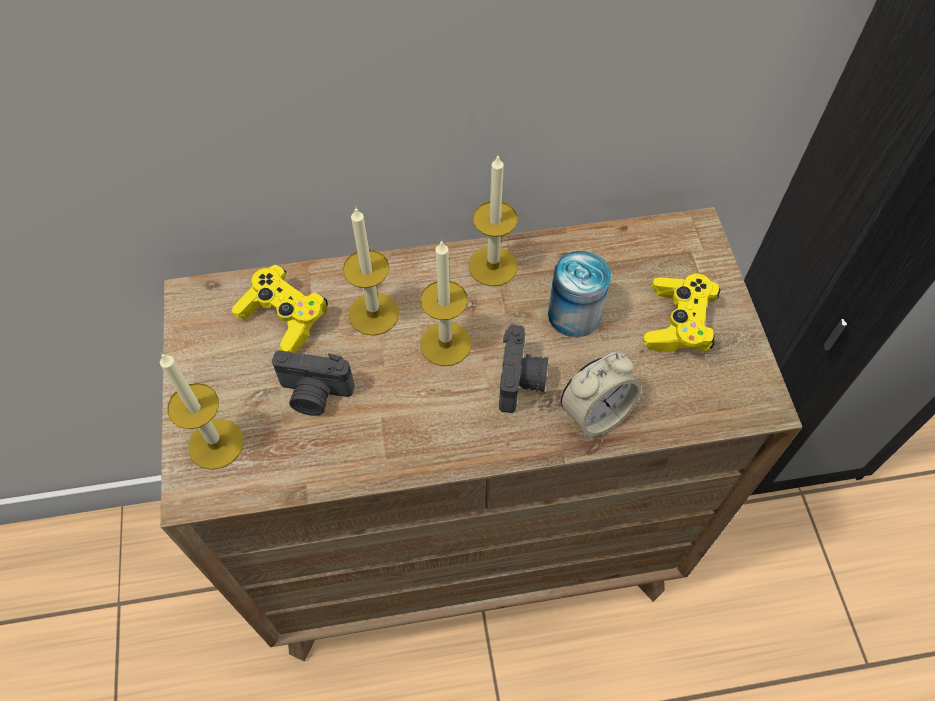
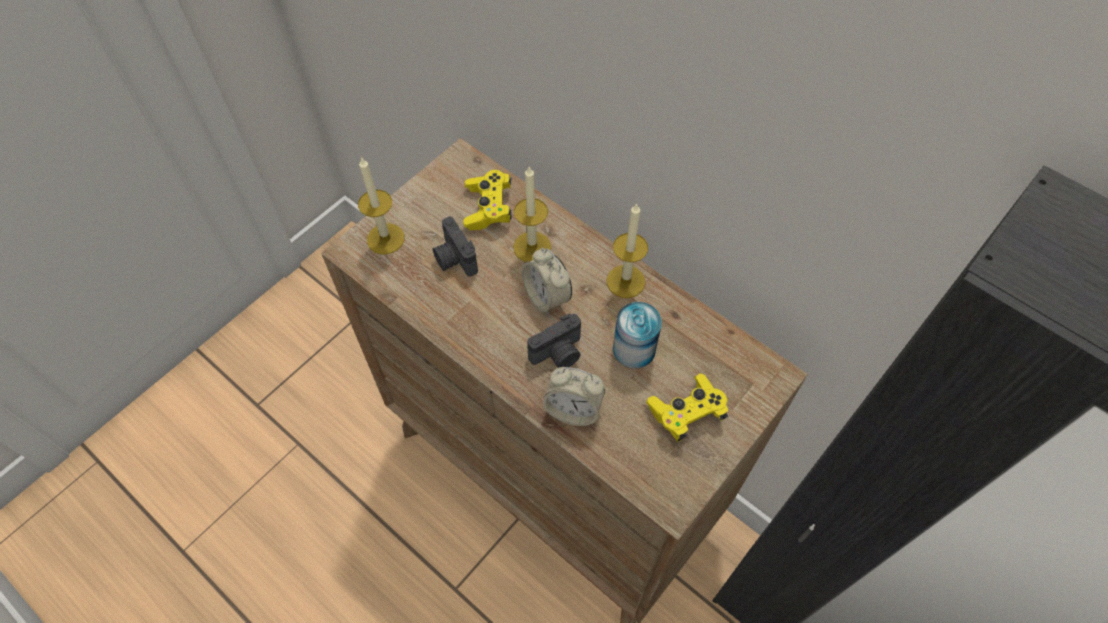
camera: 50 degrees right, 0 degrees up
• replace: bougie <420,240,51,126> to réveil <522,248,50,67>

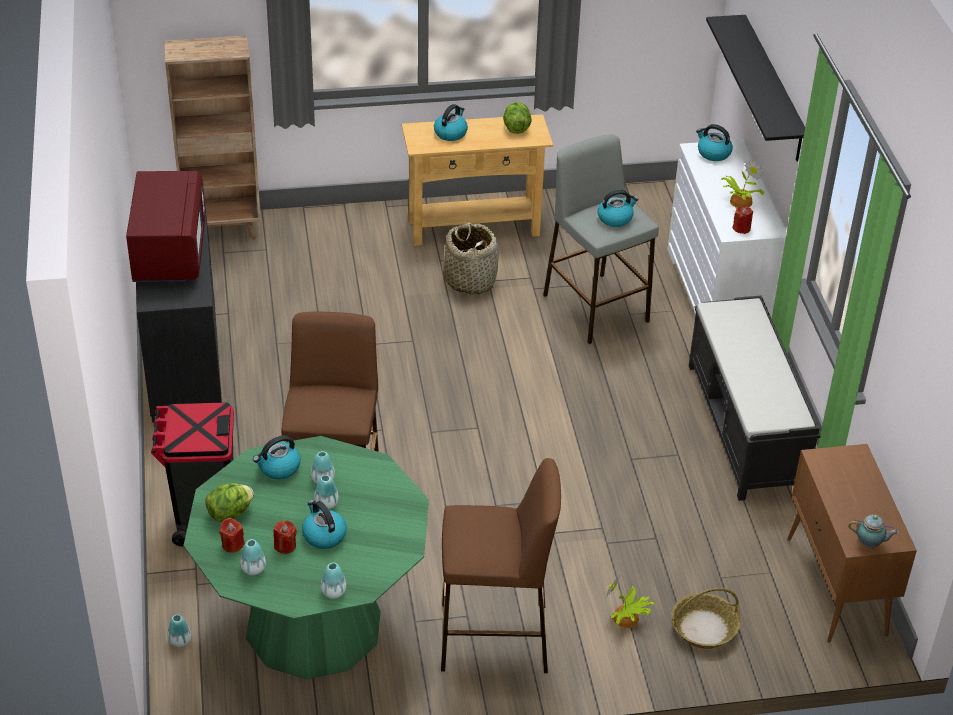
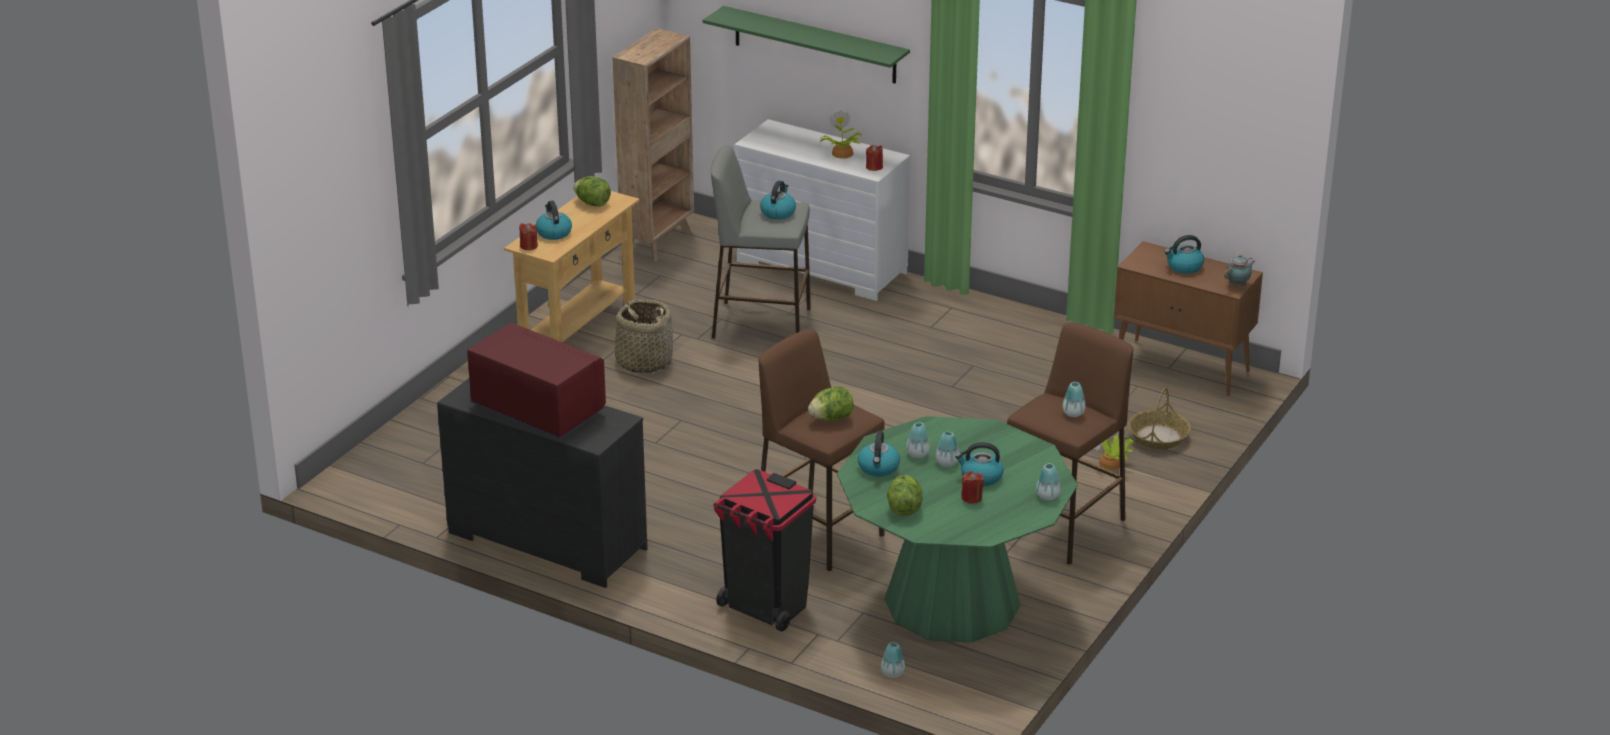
camera: 50 degrees left, 10 degrees down
• move: bibliothèque [marron] <164,36,97,204> to <612,28,82,233>
• move: bougie [rouge] <219,518,26,35> to <519,223,19,27>
• move: vase <240,539,26,36> to <1063,382,23,35>
• delete: banc [noir] <689,296,131,205>
• move: bouilloire <696,124,37,37> to <1164,235,40,39>
• recolor: étagère [noir] <706,15,99,146> to étagère [vert] <703,6,207,78>
• insert: laitue <808,386,46,35>

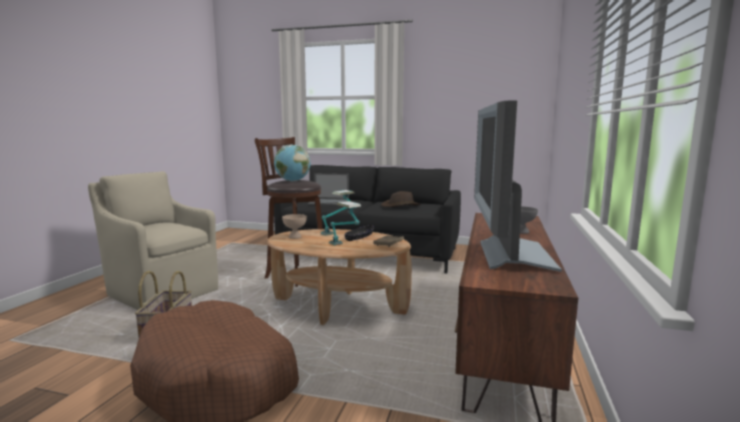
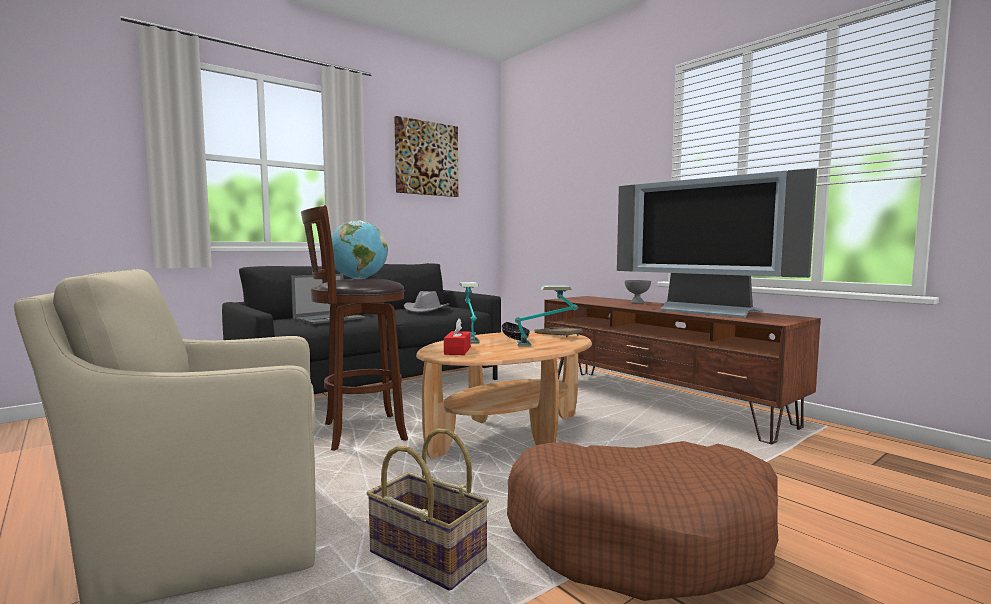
camera: 55 degrees left, 5 degrees down
• replace: bol [beige] <282,214,25,25> to boîte à mouchoirs [rouge] <444,319,27,36>
• recolor: chapeau [marron] <381,191,40,16> to chapeau [gris] <404,291,45,21>
• insert: tableau <394,116,64,81>

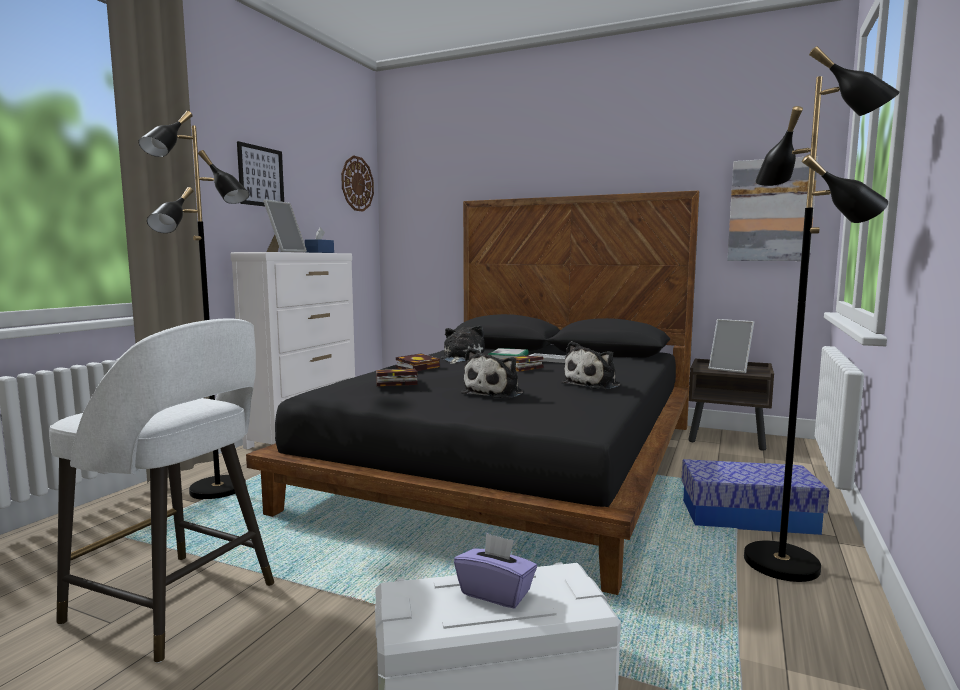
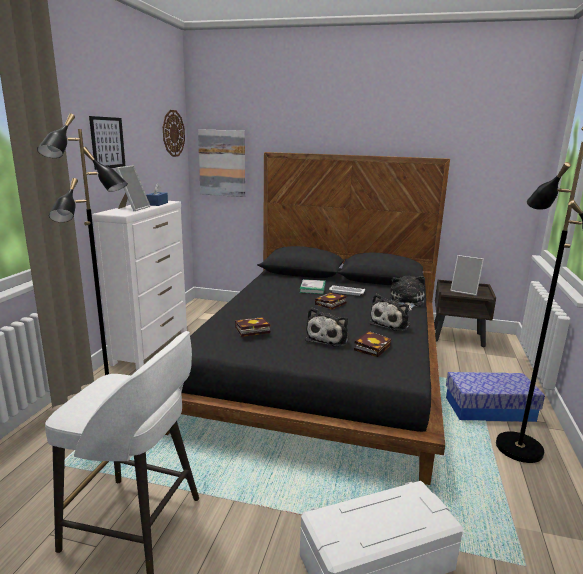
camera: 10 degrees left, 10 degrees up
• move: livre <396,353,44,18> to <354,331,37,26>
• move: peluche <441,325,44,39> to <390,276,35,35>
• delete: boîte à mouchoirs [violet] <454,533,83,75>
• move: tableau <727,156,91,105> to <198,129,47,68>

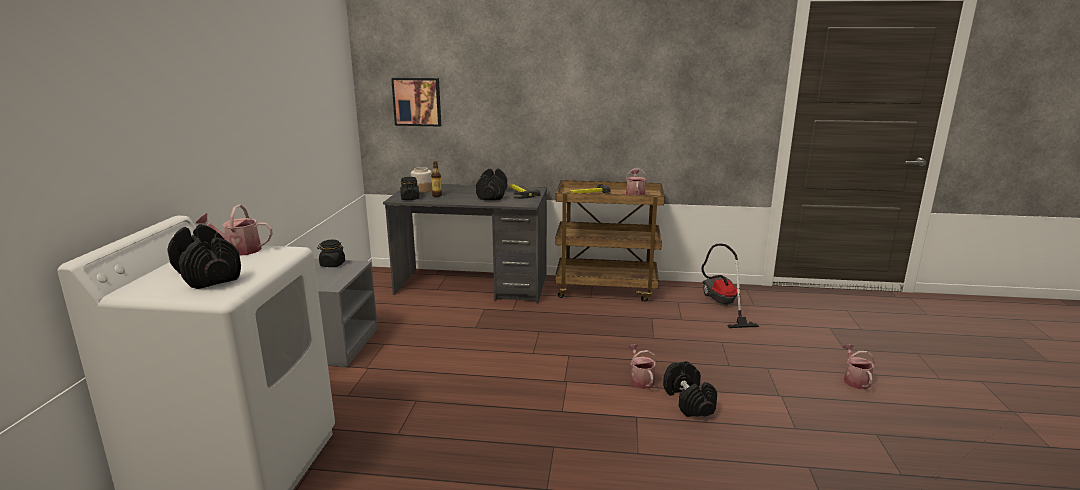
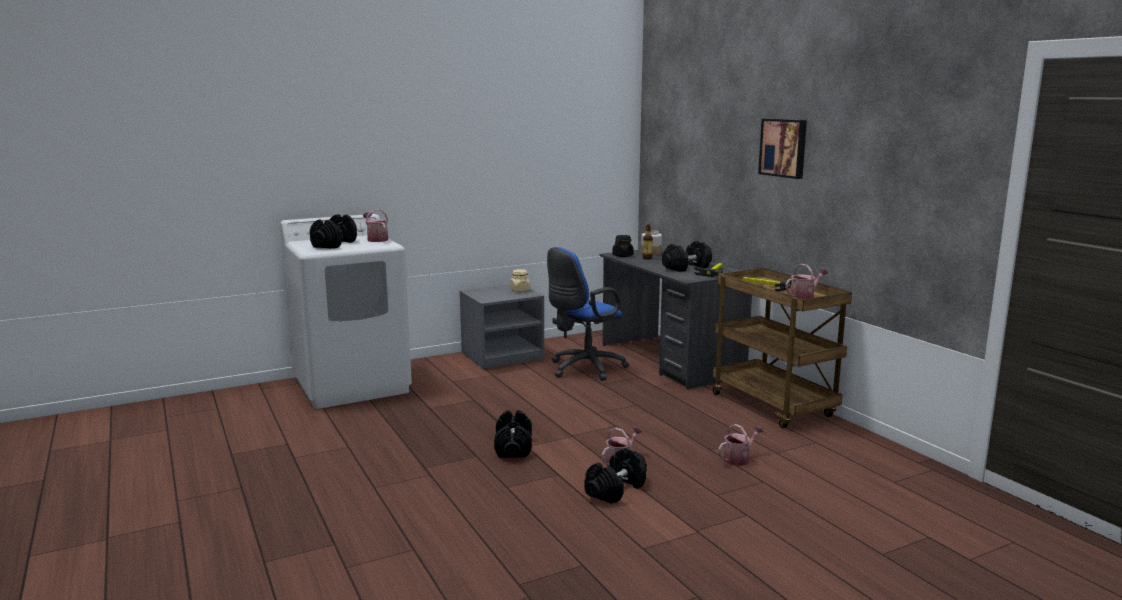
camera: 55 degrees right, 5 degrees down
• recolor: bocal [noir] <317,240,28,27> to bocal [beige] <510,269,20,23>
• move: tableau <391,78,50,48> to <758,119,49,60>
• delete: aspirateur <701,244,58,84>
• move: arrosoir <843,344,32,45> to <718,424,46,42>
• insert: haltère [noir] <494,410,38,48>
• insert: chaise de bureau [bleu] <547,247,82,134>

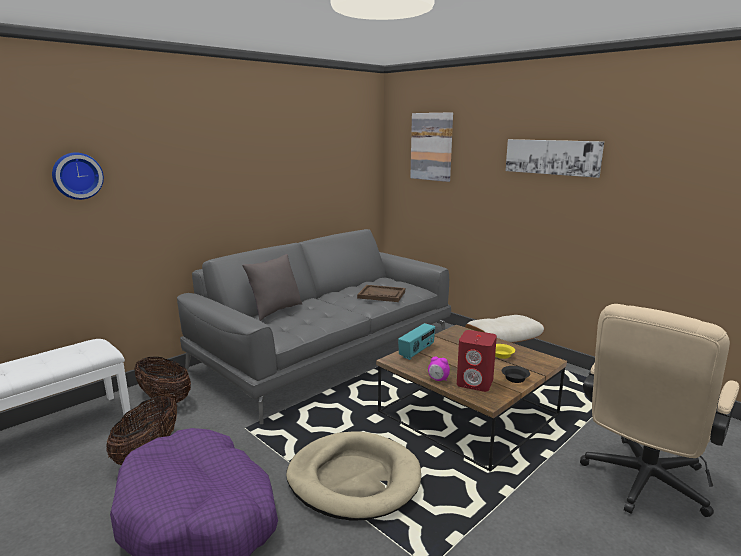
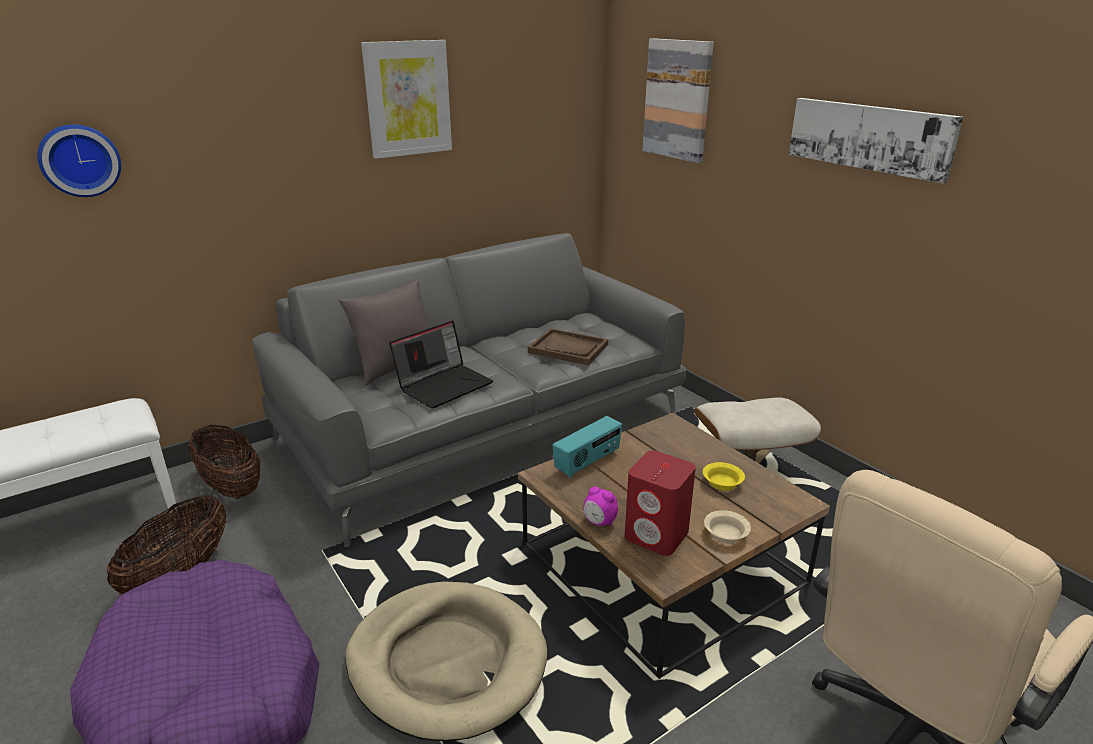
camera: 10 degrees right, 10 degrees up
• recolor: bol [noir] <502,366,28,17> to bol [beige] <704,510,47,34>
• insert: tableau <361,40,91,119>
• insert: ordinateur portable <389,320,104,89>

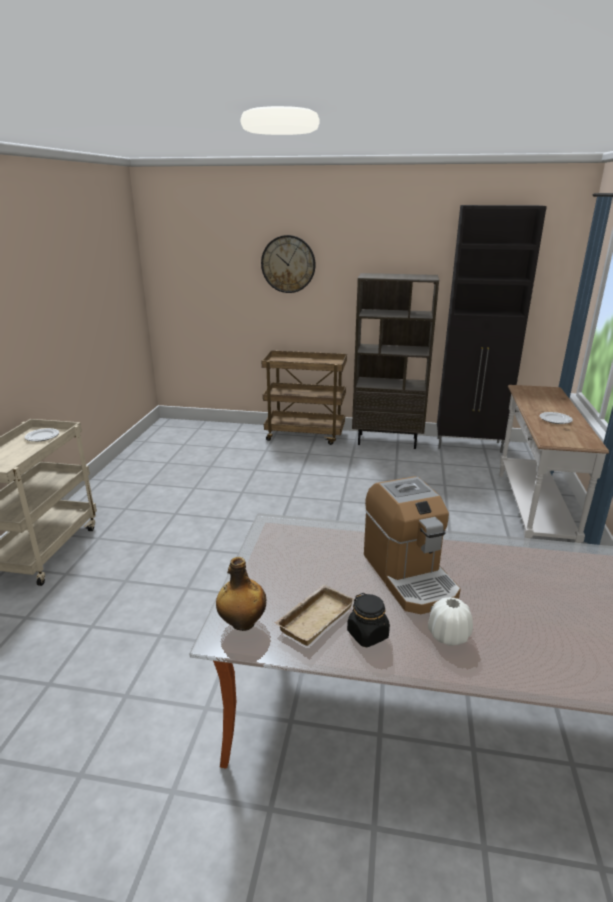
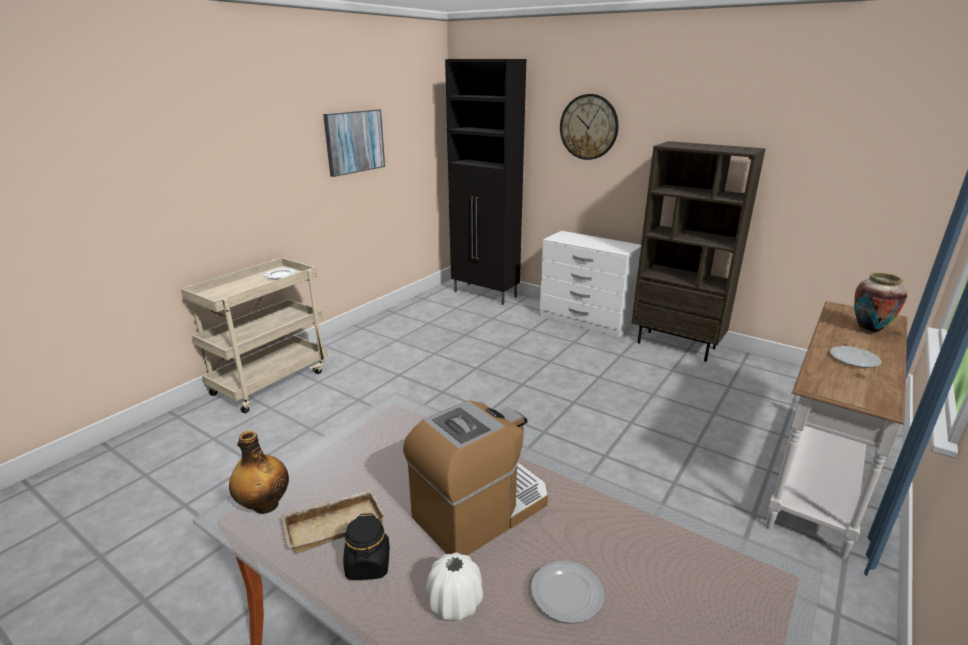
camera: 25 degrees right, 0 degrees up
• replace: chariot [marron] <262,350,85,95> to commode [blanc] <540,231,101,107>
• rotate: machine à café <364,477,97,137> = <403,400,145,155> 135 degrees counterclockwise
• move: meuble de rangement [noir] <437,205,110,248> to <445,59,81,246>
• insert: tableau <323,109,62,68>
• insert: assiette <531,561,73,62>
• insert: vase <854,272,53,62>

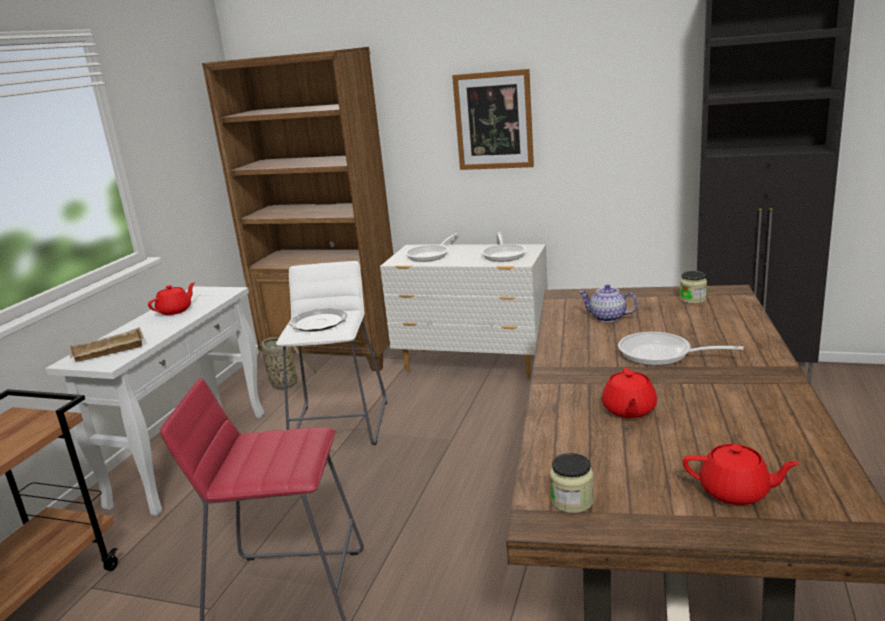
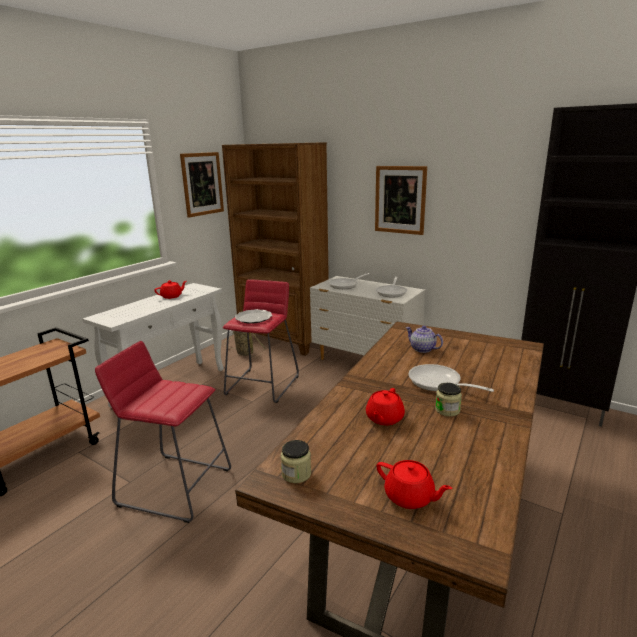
camera: 15 degrees right, 0 degrees up
• delete: plateau [beige] <69,327,75,35>
• recolor: tabouret [blanc] <276,261,111,184> to tabouret [rouge] <223,279,76,124>
• move: bocal <680,271,27,33> to <435,383,27,33>
• insert: tableau <180,152,44,66>

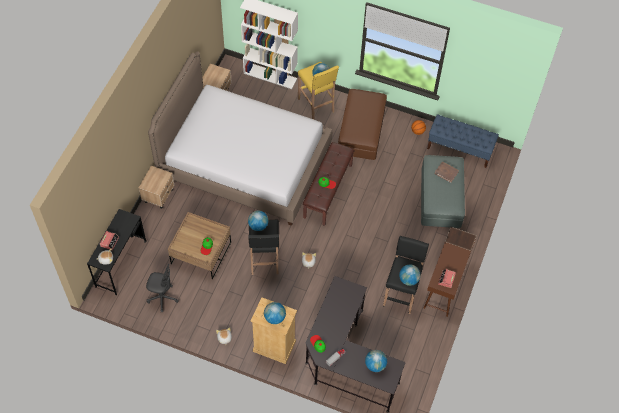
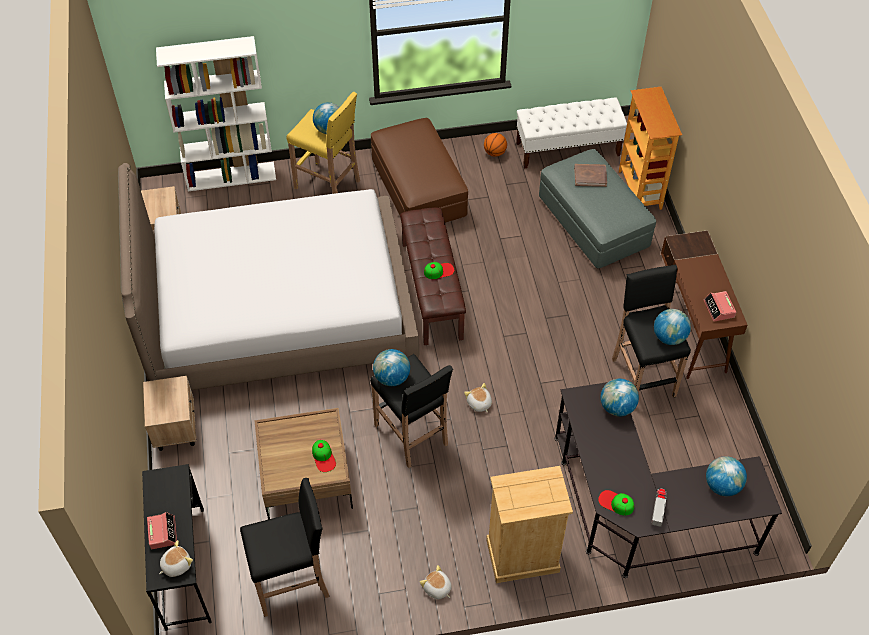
camera: 30 degrees left, 5 degrees down
• replace: chaise de bureau [gris] <146,264,33,48> to tabouret [noir] <240,478,90,139>
• move: globe <264,302,22,22> to <601,379,38,37>
• recolor: banc [bleu] <427,114,72,54> to banc [blanc] <516,97,111,72>
• insert: bibliothèque <619,87,63,123>

